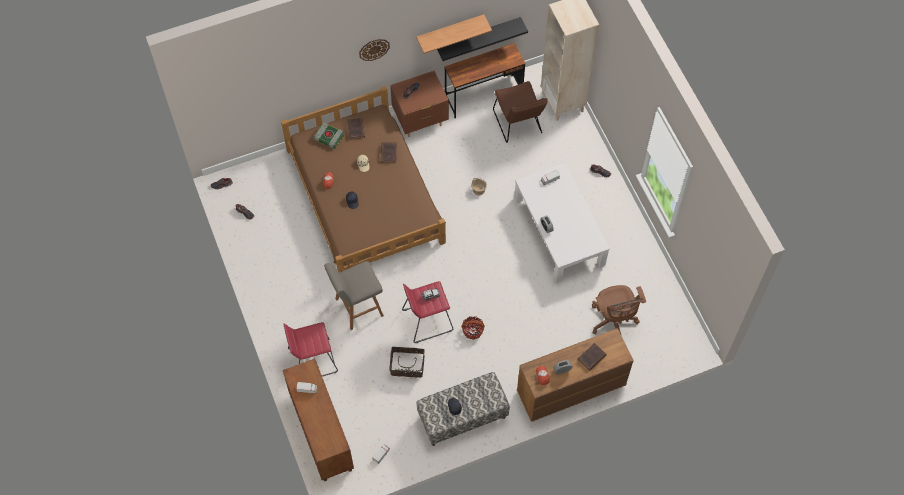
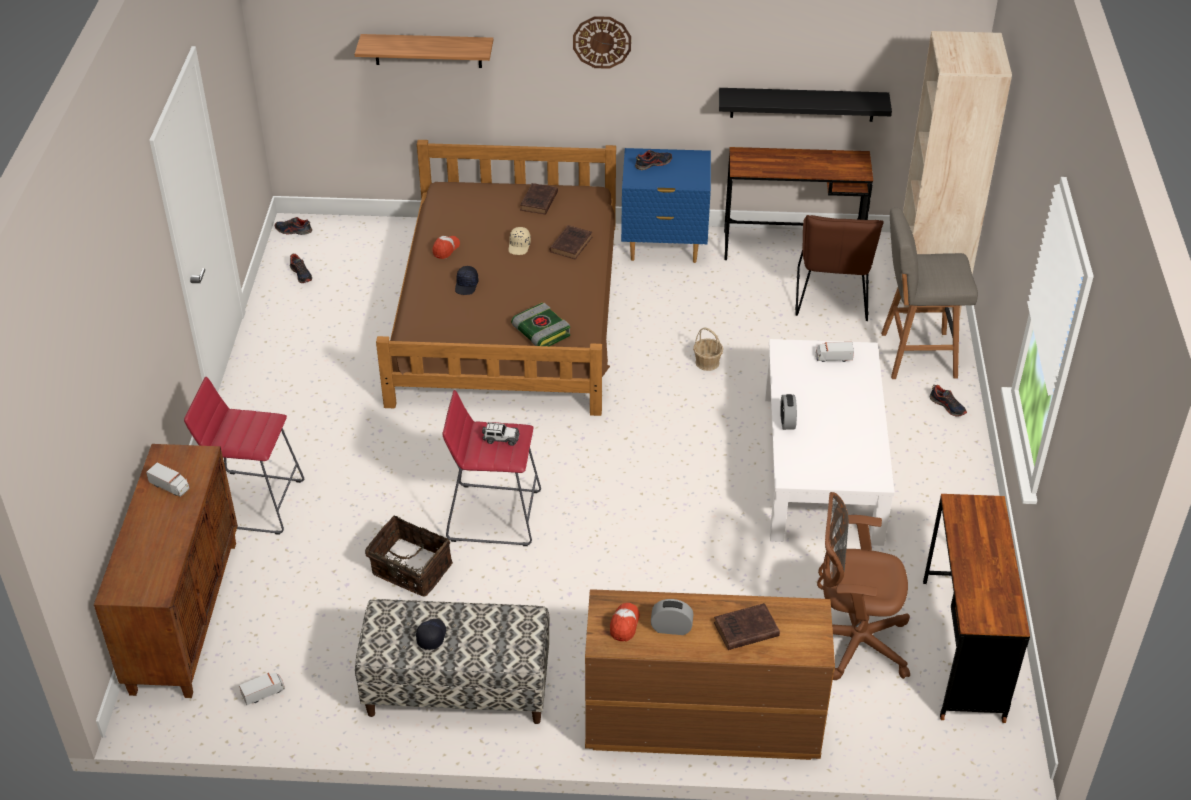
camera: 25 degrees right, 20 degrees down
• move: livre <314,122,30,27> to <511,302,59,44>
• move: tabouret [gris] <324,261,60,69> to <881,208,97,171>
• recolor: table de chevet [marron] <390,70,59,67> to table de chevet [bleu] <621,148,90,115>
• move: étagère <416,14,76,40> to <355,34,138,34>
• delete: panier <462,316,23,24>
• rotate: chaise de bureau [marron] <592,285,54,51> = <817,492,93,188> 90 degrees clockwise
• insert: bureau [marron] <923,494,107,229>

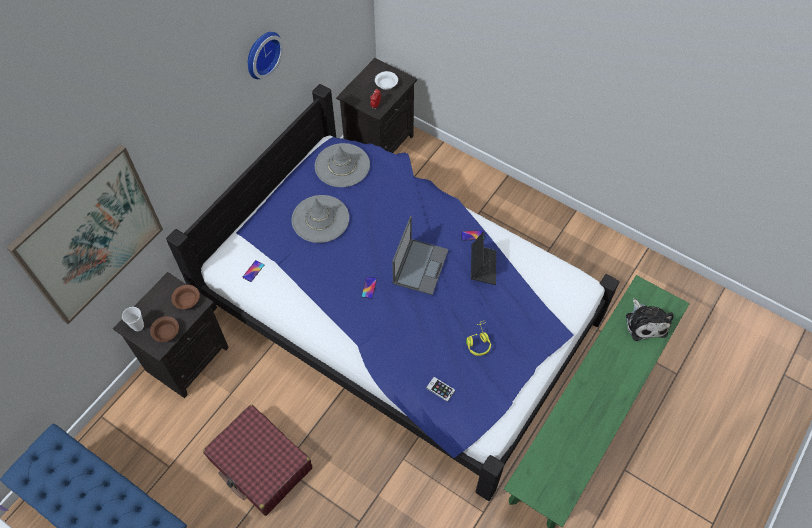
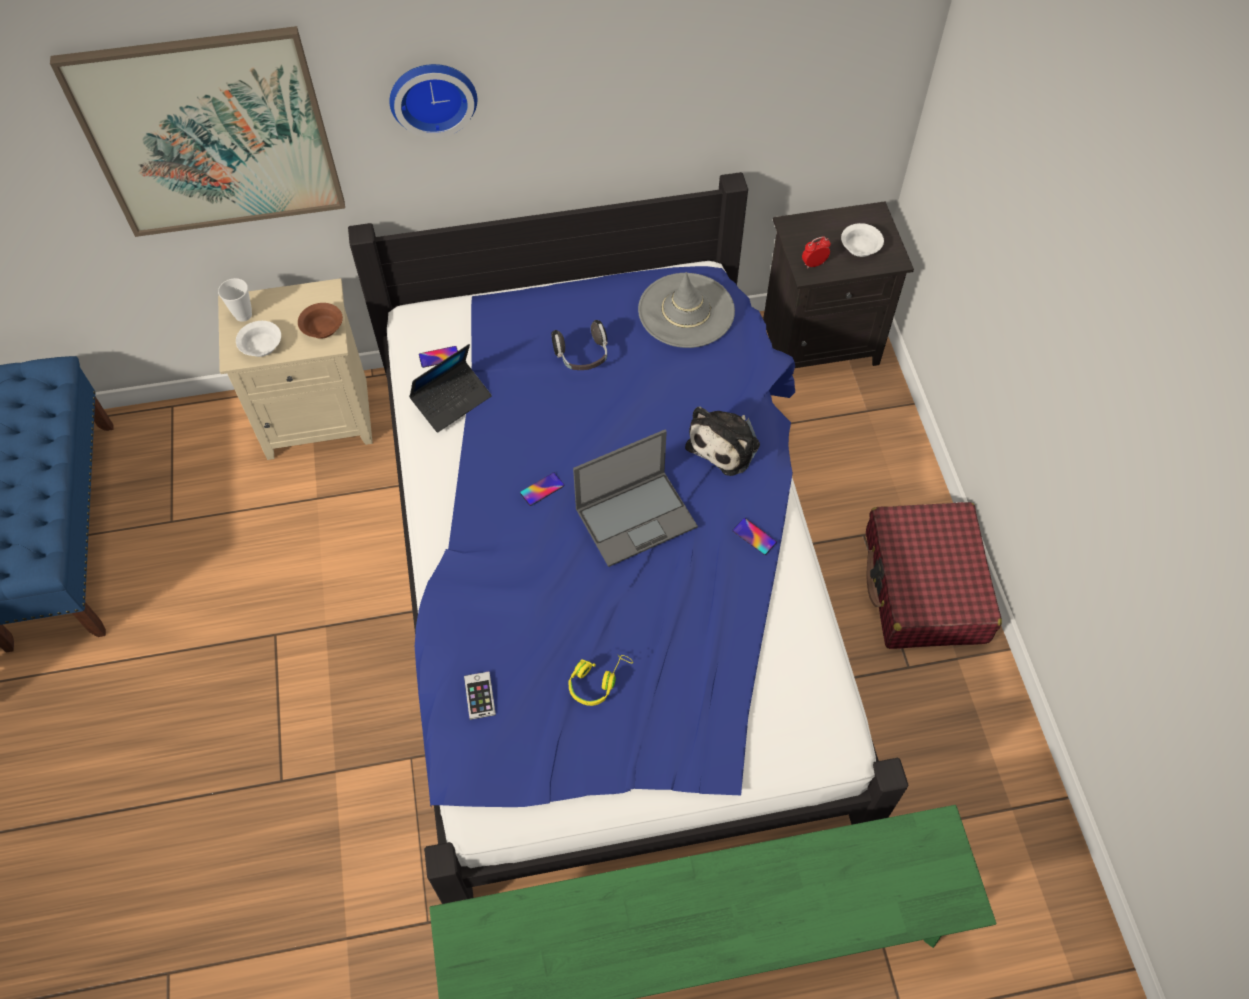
camera: 45 degrees right, 0 degrees up
• recolor: table de chevet [noir] <113,272,116,126> to table de chevet [beige] <218,278,155,182>
• recolor: bol [marron] <150,316,29,26> to bol [blanc] <236,321,45,36>
• move: valise [rouge] <203,405,109,111> to <866,502,136,147>
• move: horloge murale <248,32,36,47> to <389,64,88,74>
• replace: chapeau [gris] <292,195,57,48> to casque audio <551,320,57,50>
• move: ordinateur portable <471,231,25,54> to <409,344,83,89>
• move: peluche <626,298,48,43> to <685,406,75,70>

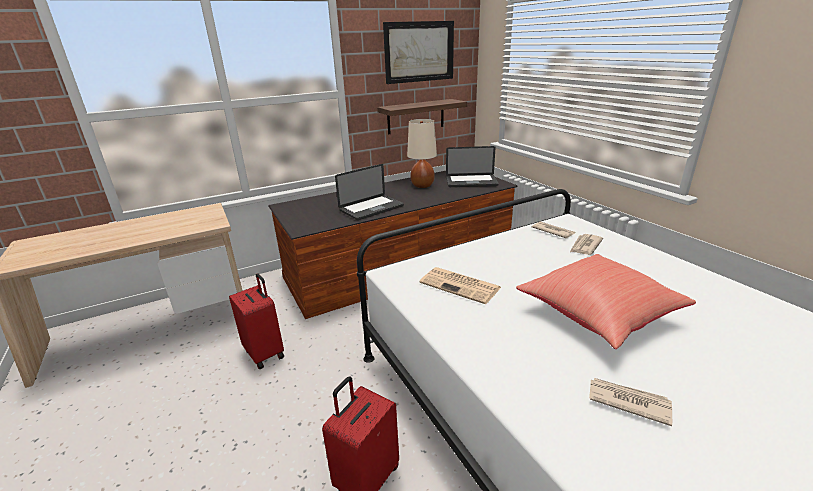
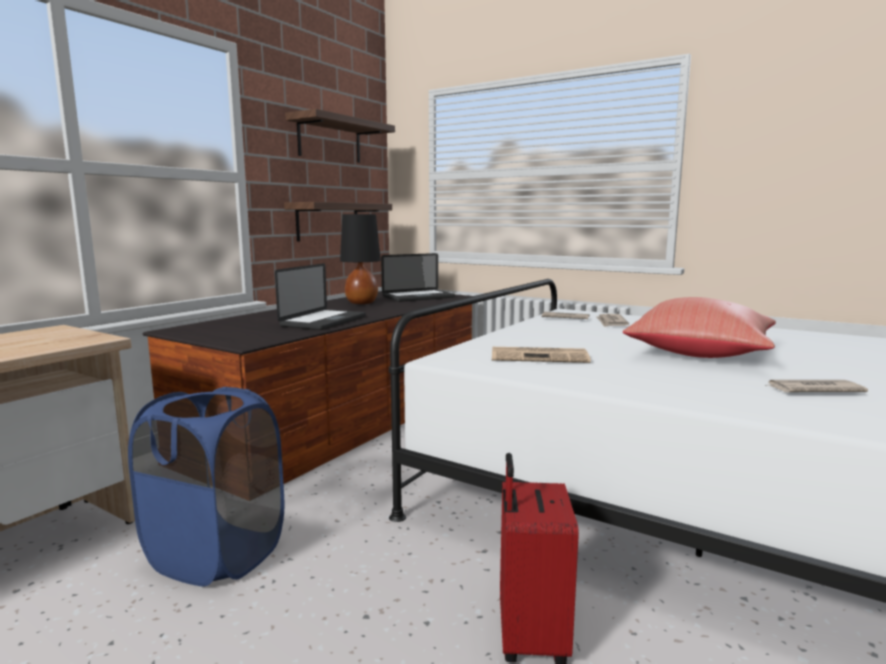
camera: 30 degrees left, 15 degrees down
• replace: valise [rouge] <229,273,55,96> to panier à linge [bleu] <128,387,156,199>
• replace: tableau <383,21,71,63> to étagère <285,109,110,54>
• recolor: lampe de table [beige] <407,119,30,69> to lampe de table [noir] <340,214,41,90>

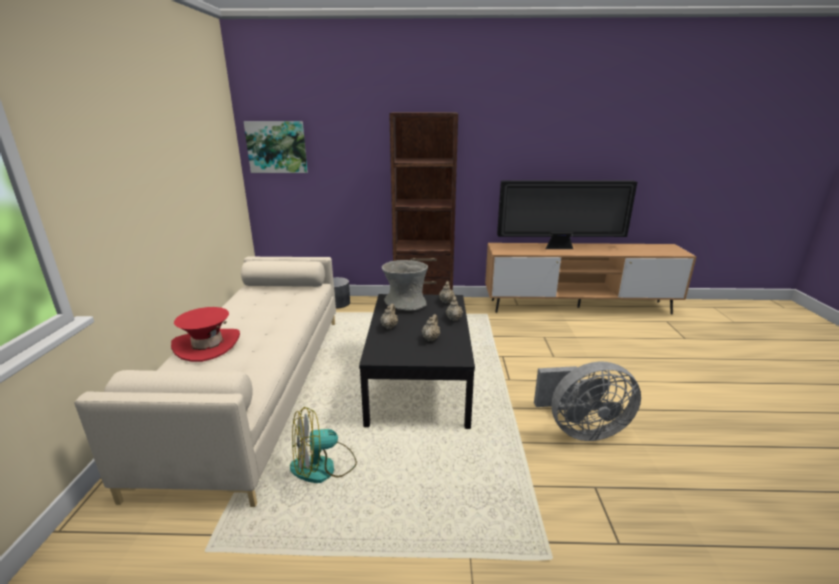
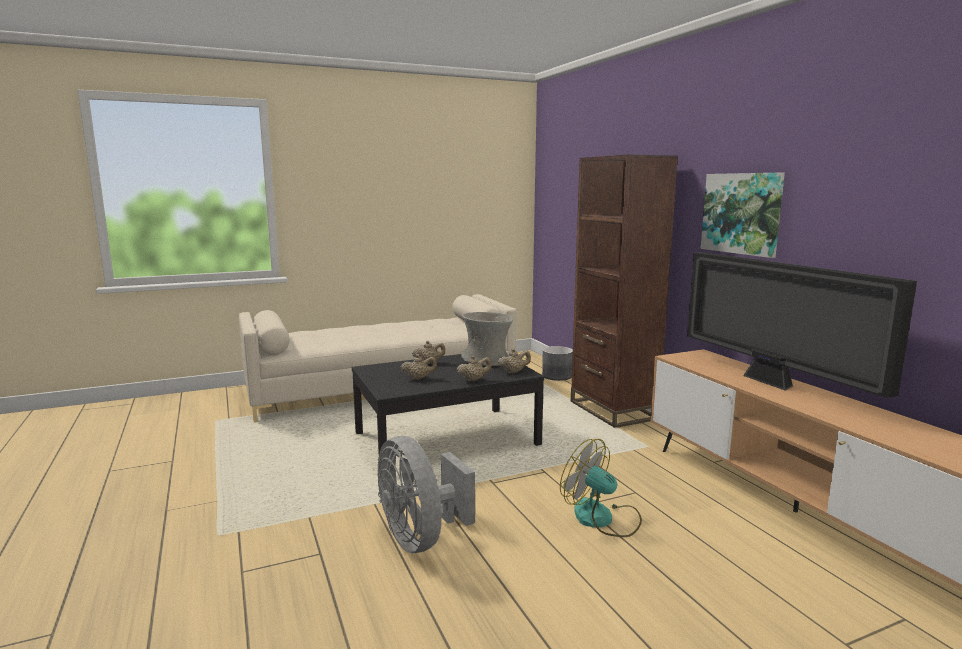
camera: 65 degrees right, 10 degrees down
• delete: chapeau [rouge] <171,307,69,55>
• move: tableau <244,121,64,52> to <701,173,84,85>
• move: ventilateur <290,407,67,76> to <560,439,82,98>

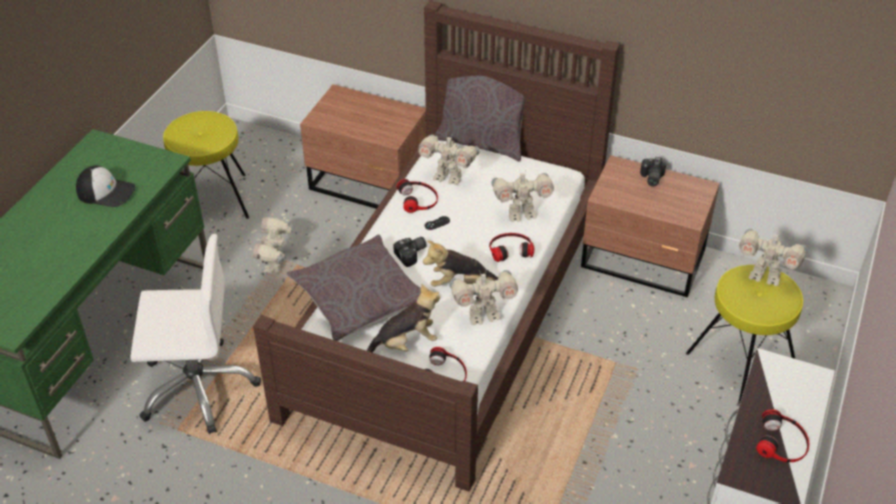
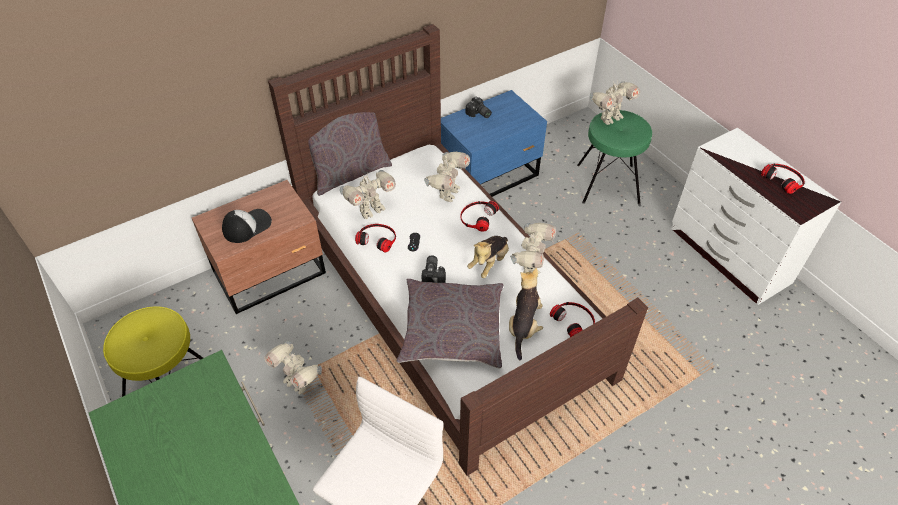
camera: 55 degrees left, 5 degrees up
• move: casquette <76,165,60,42> to <222,209,50,34>
• recolor: table de chevet [marron] <581,155,139,142> to table de chevet [bleu] <441,90,106,107>
• recolor: tabouret [jaune] <686,265,117,139> to tabouret [vert] <577,110,75,95>

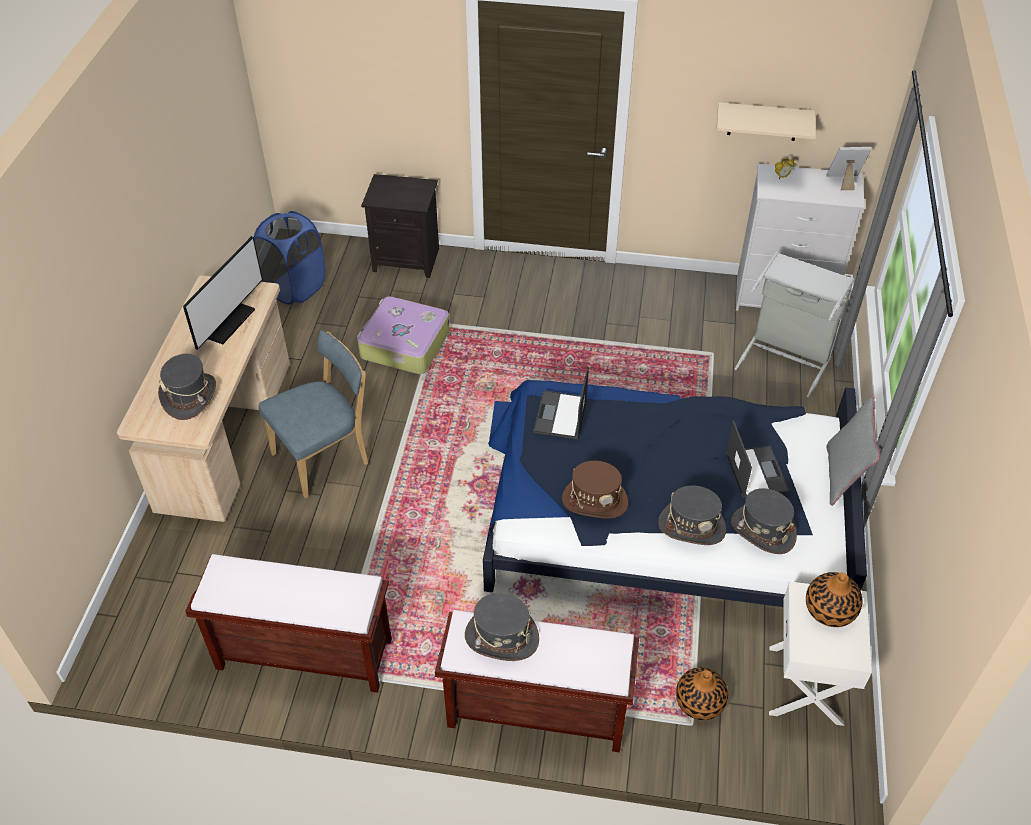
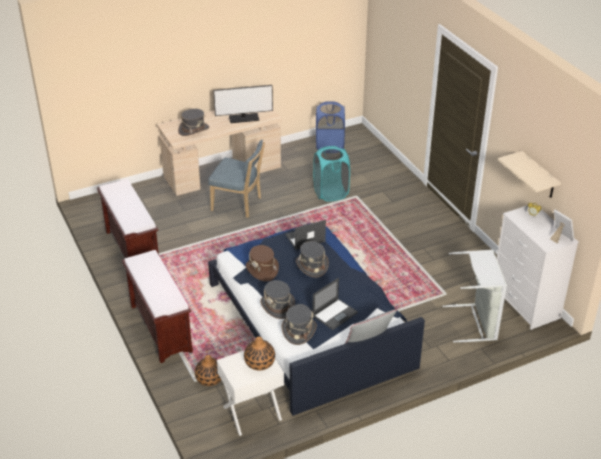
camera: 55 degrees right, 10 degrees down
• replace: valise <357,296,93,78> to panier à linge [turquoise] <313,146,37,56>
• delete: table de chevet [noir] <361,174,78,104>
• move: chapeau [gris] <465,593,74,68> to <296,241,33,37>

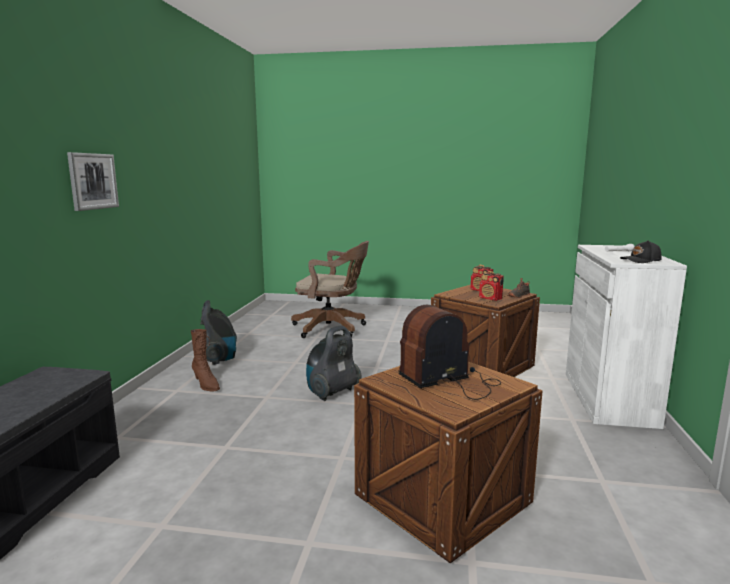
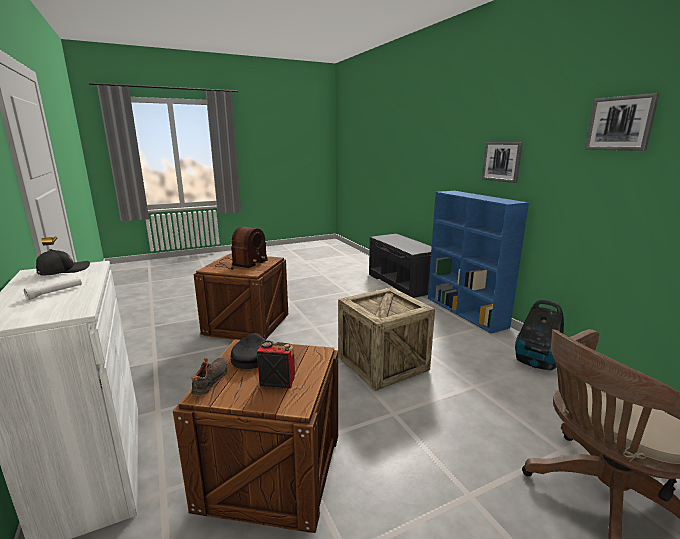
camera: 145 degrees right, 5 degrees up
• delete: botte [marron] <191,329,29,62>
• replace: aspirateur <306,326,55,75> to caisse <338,287,97,104>
• replace: radio <479,271,25,30> to casquette [noir] <231,333,35,36>
• insert: bibliothèque [bleu] <428,191,101,142>
• insert: tableau <585,93,74,58>

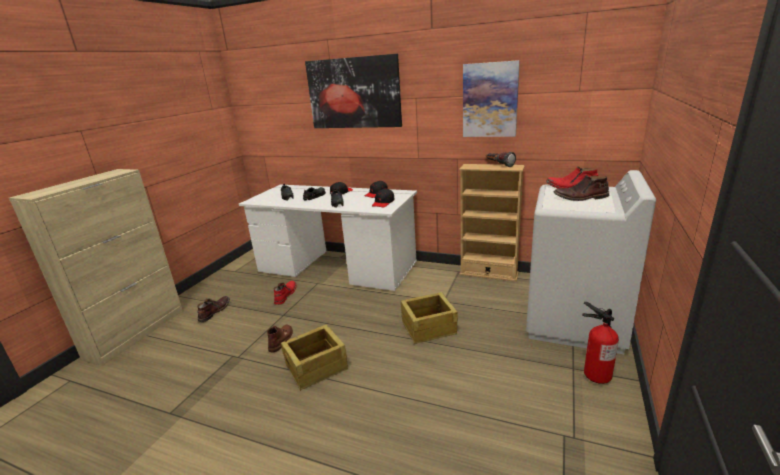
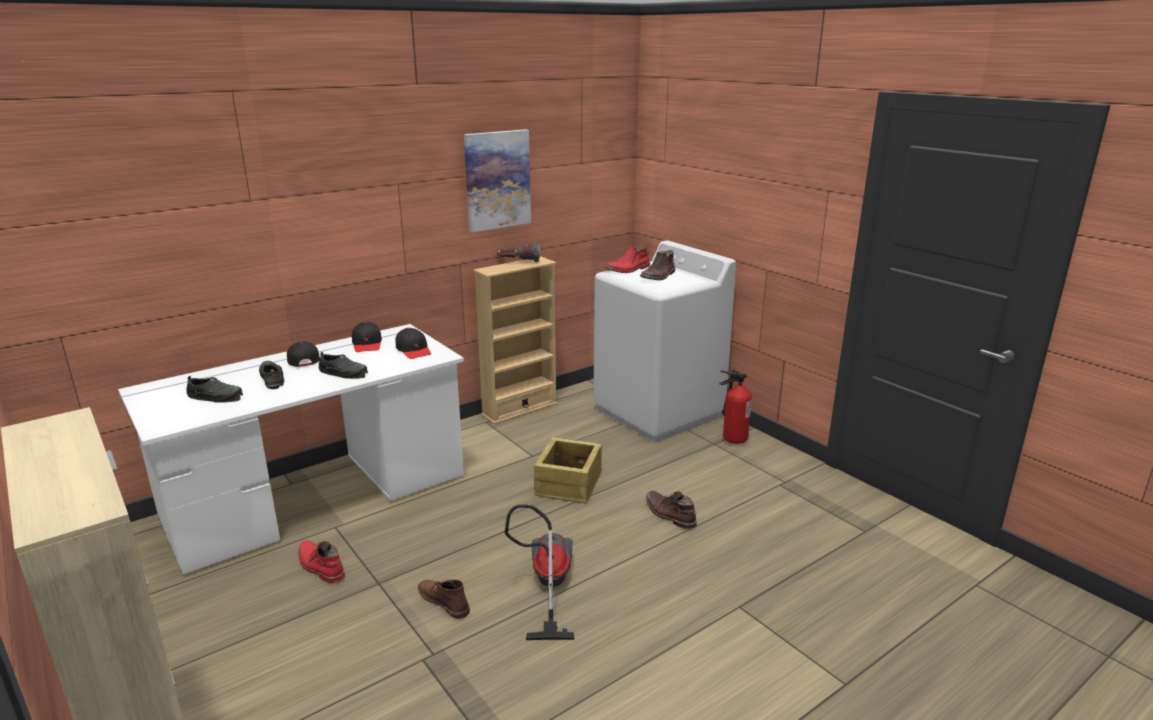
camera: 60 degrees left, 0 degrees up
• move: botte [marron] <197,296,33,26> to <646,490,51,39>
• replace: caisse <281,324,67,67> to aspirateur <505,504,69,136>
• delete: tableau <305,54,97,74>

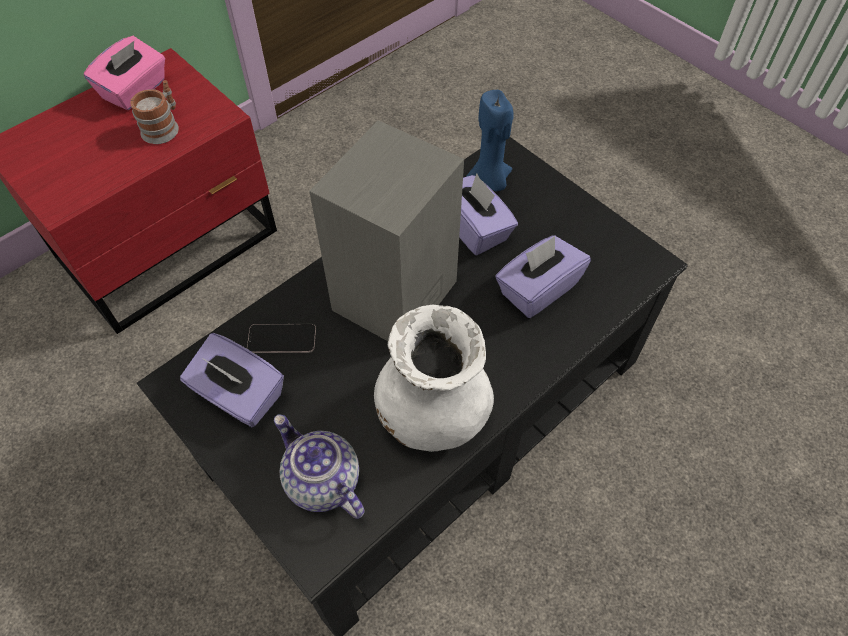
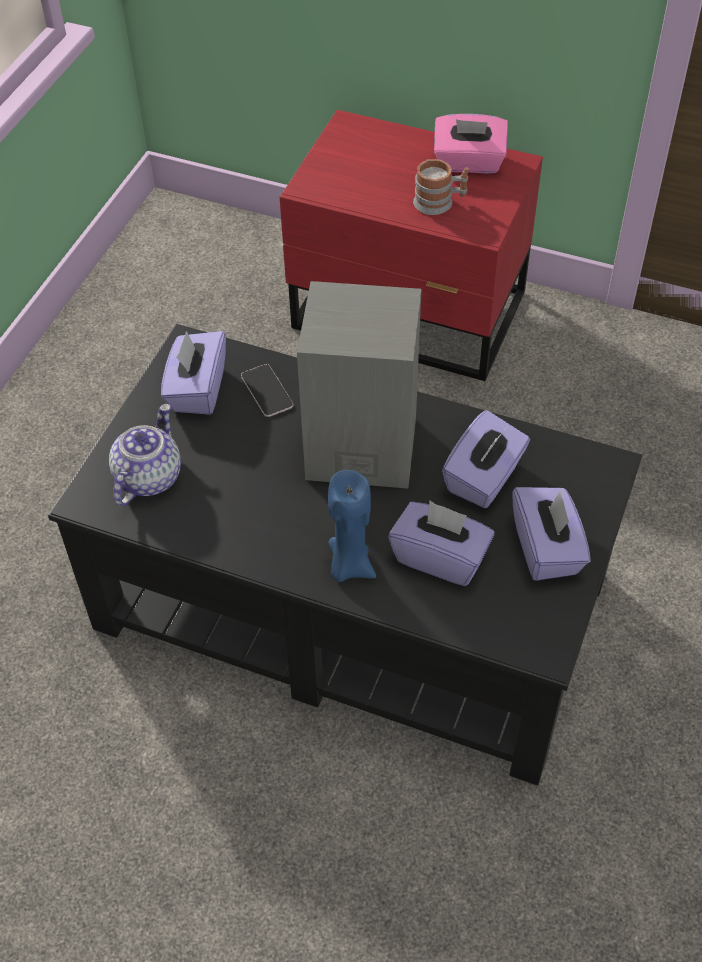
camera: 65 degrees right, 5 degrees down
• delete: vase [blanc] <374,305,120,147>
• move: bougie [bleu] <466,90,48,101> to <328,470,48,112>
• insert: boîte à mouchoirs [violet] <512,487,79,94>

